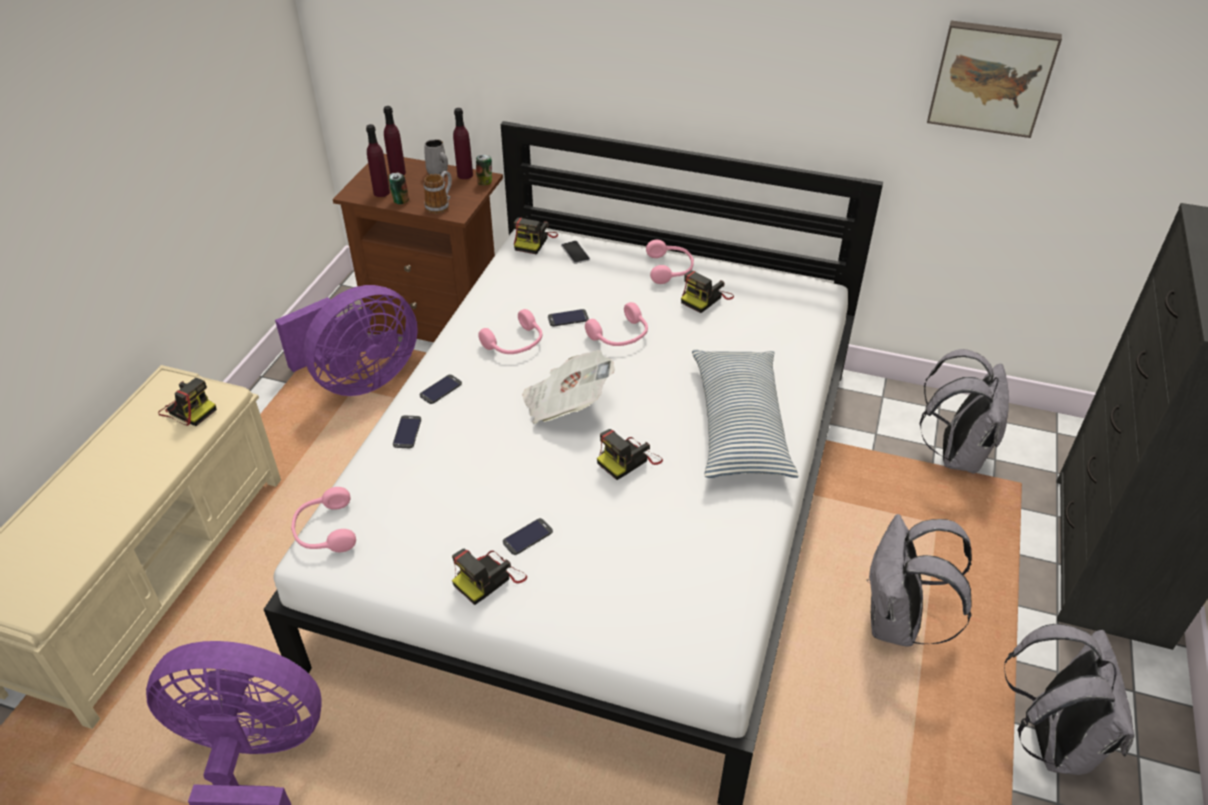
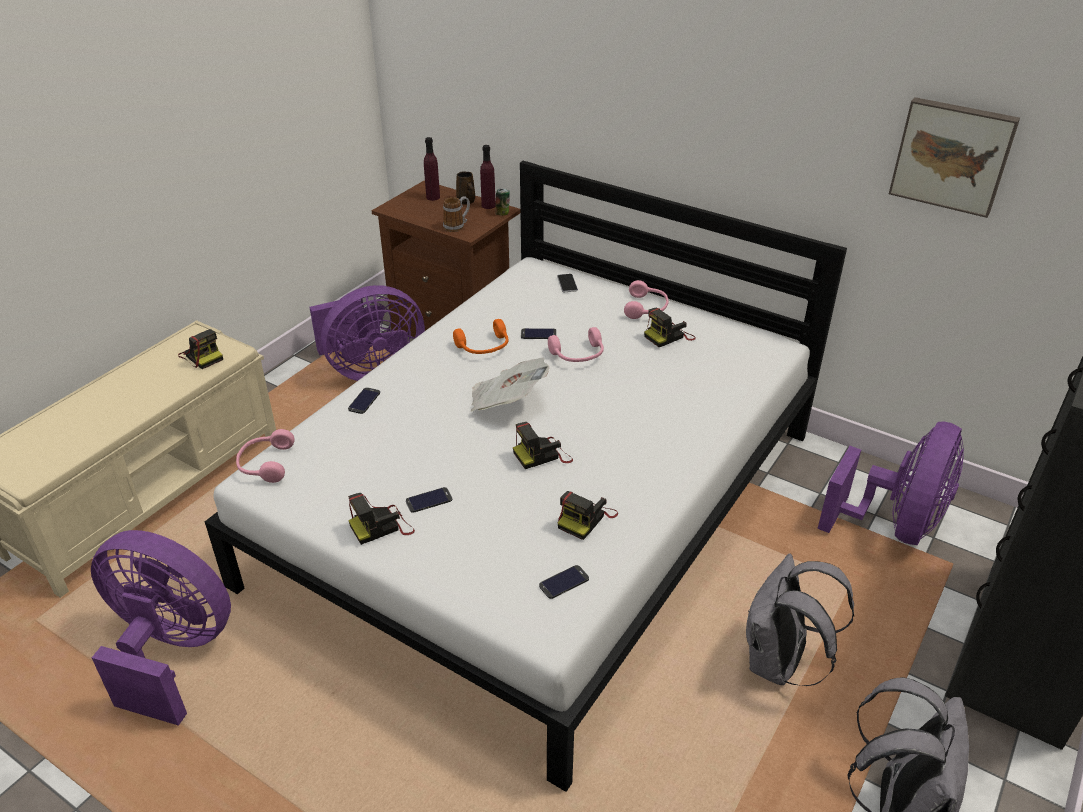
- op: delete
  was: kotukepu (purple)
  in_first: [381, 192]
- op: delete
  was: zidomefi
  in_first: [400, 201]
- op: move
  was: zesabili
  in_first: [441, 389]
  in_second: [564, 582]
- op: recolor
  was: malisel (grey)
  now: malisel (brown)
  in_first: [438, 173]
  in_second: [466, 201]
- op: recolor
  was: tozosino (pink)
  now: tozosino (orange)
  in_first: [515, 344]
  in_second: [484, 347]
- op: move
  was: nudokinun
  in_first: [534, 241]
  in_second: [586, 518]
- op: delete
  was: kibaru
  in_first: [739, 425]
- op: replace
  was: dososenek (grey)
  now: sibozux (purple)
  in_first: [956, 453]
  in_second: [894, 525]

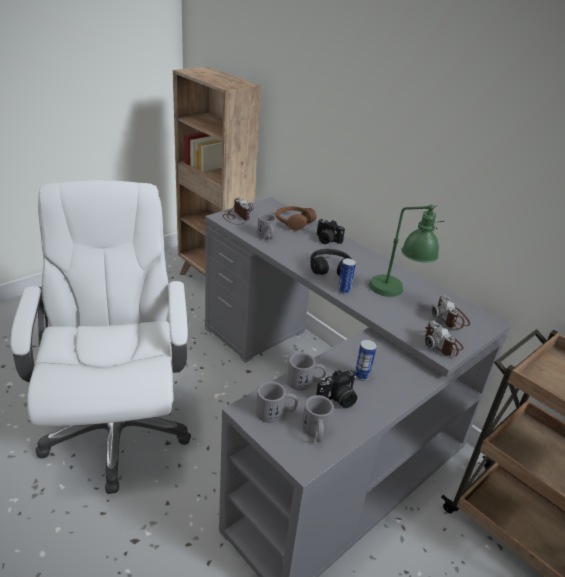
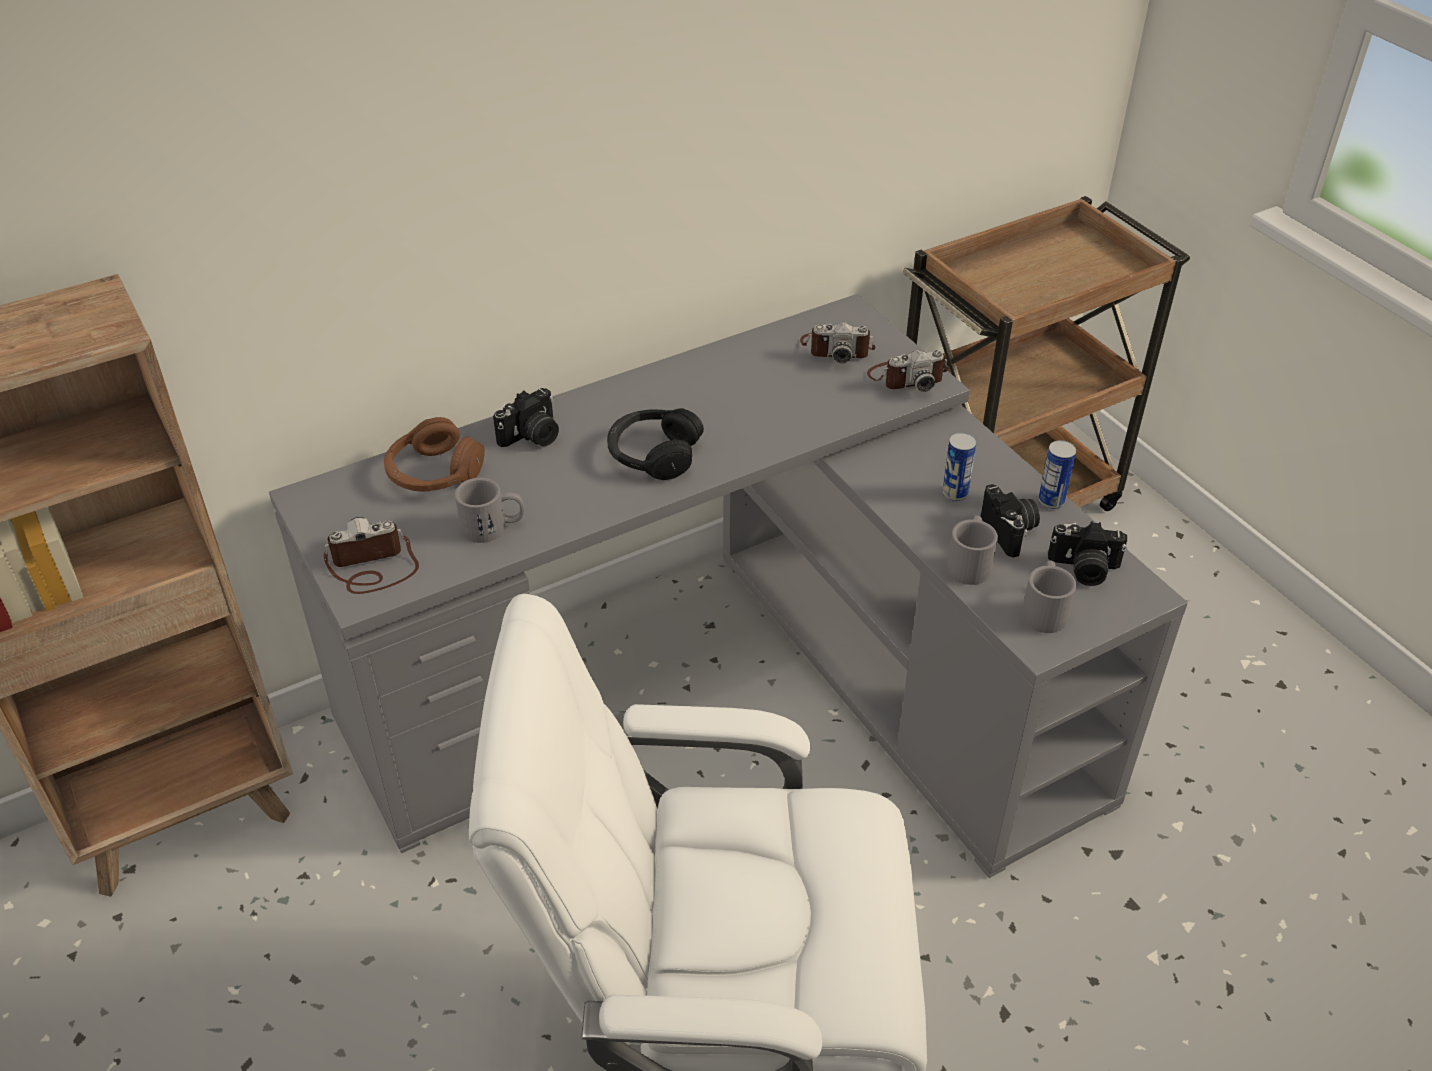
- op: replace
  was: malisel (grey)
  now: nudokinun
  in_first: [316, 432]
  in_second: [1083, 569]
- op: move
  was: zidomefi
  in_first: [344, 291]
  in_second: [1051, 501]
- op: delete
  was: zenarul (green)
  in_first: [397, 294]

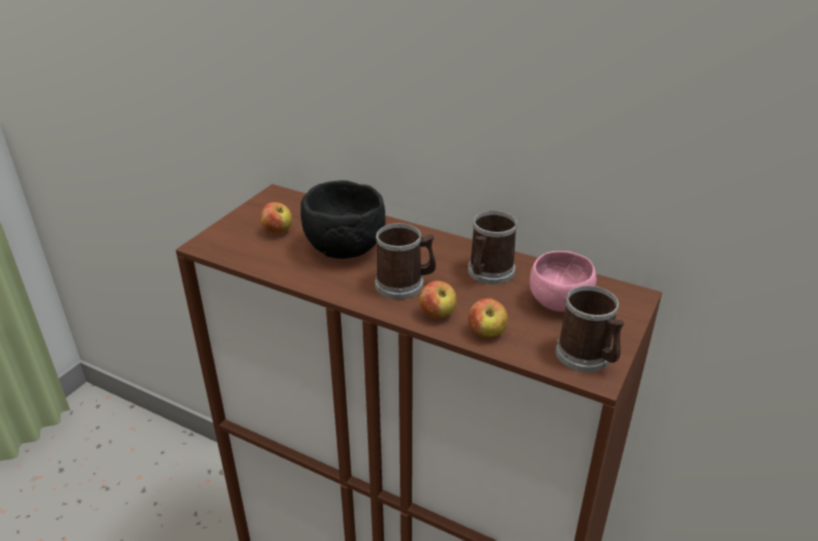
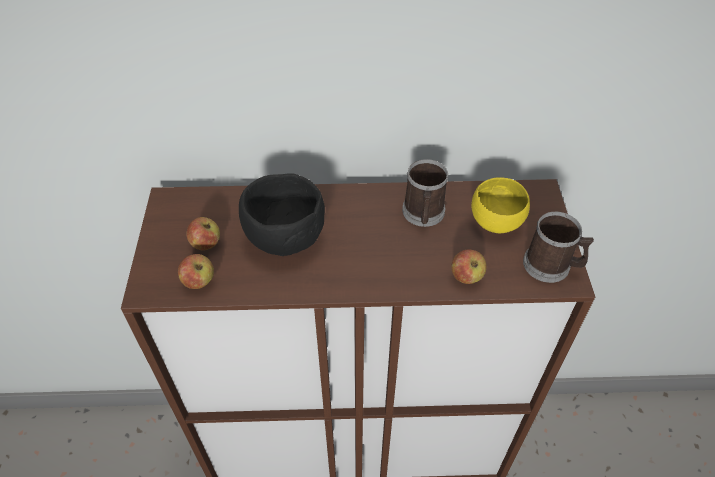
- op: delete
  was: malisel
  in_first: [405, 284]
- op: move
  was: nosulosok
  in_first: [437, 314]
  in_second: [199, 281]
- op: recolor
  was: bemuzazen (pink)
  now: bemuzazen (yellow)
  in_first: [558, 304]
  in_second: [496, 223]

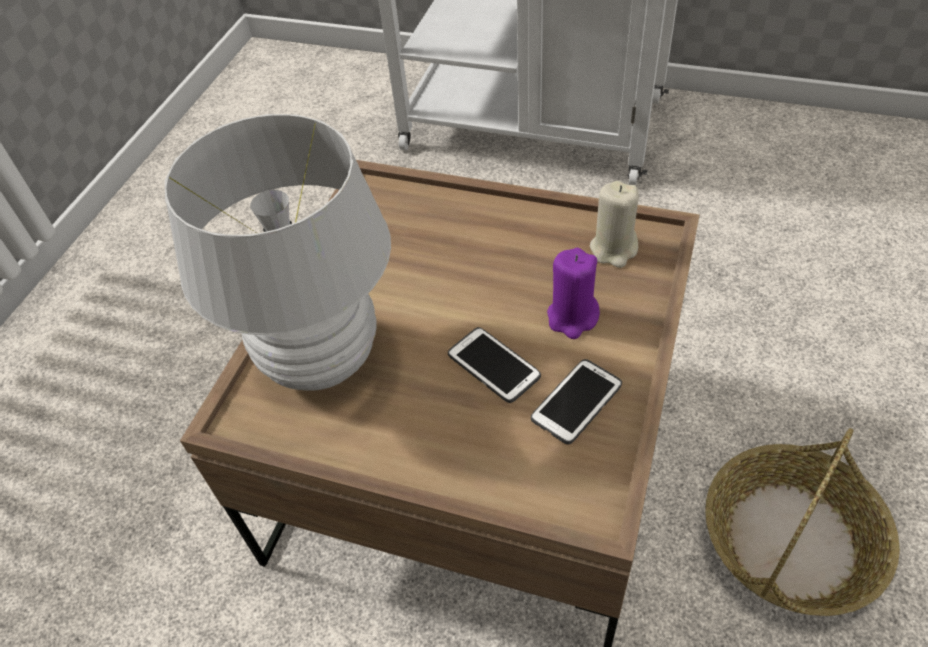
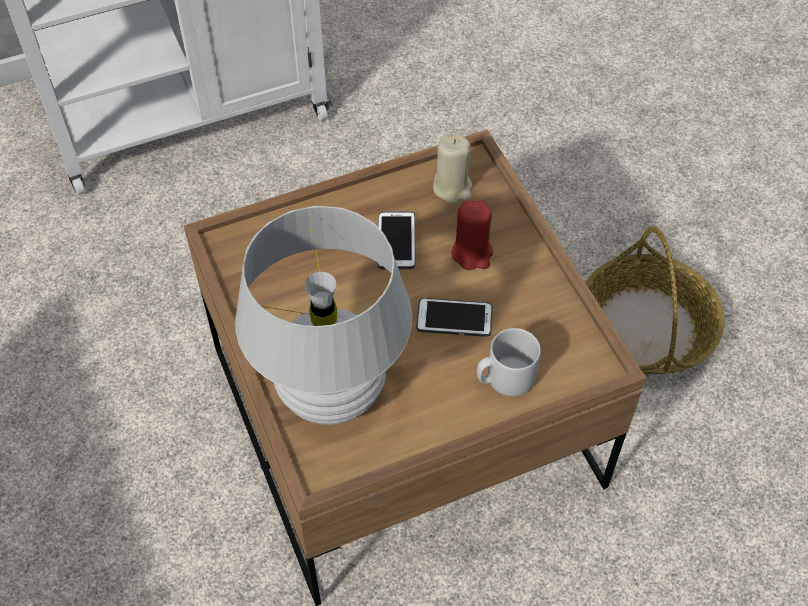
- op: move
  was: zesabili
  in_first: [576, 402]
  in_second: [396, 241]
- op: recolor
  was: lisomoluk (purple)
  now: lisomoluk (red)
  in_first: [572, 317]
  in_second: [472, 253]
- op: insert
  now: malisel (grey)
  in_second: [505, 378]

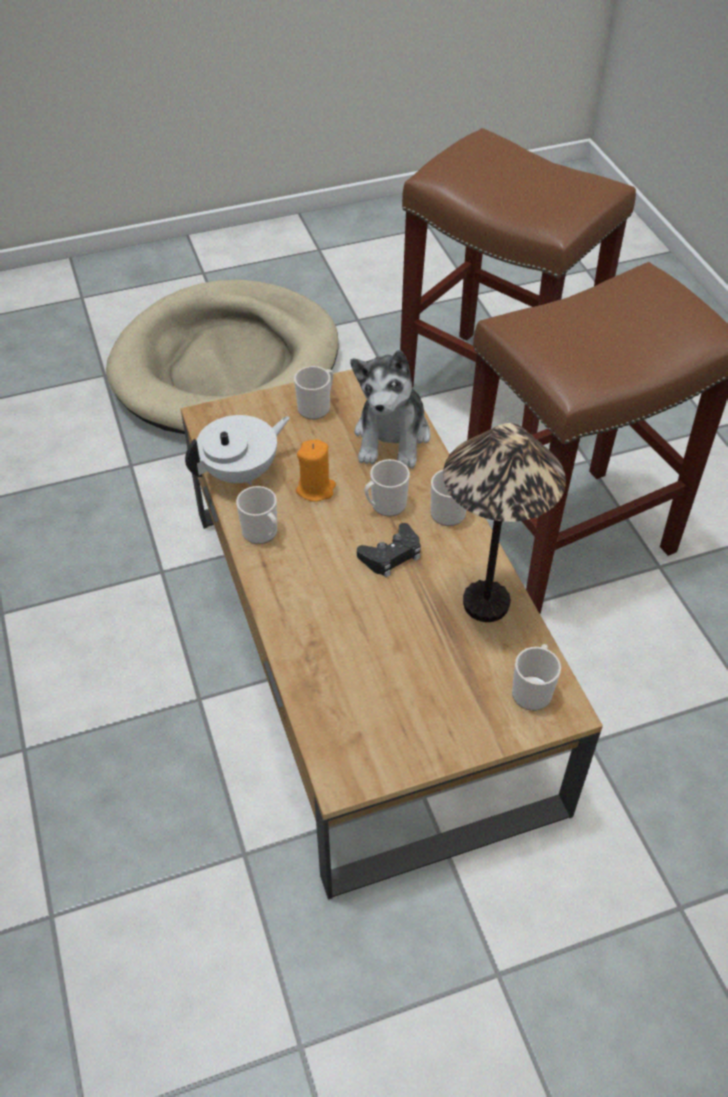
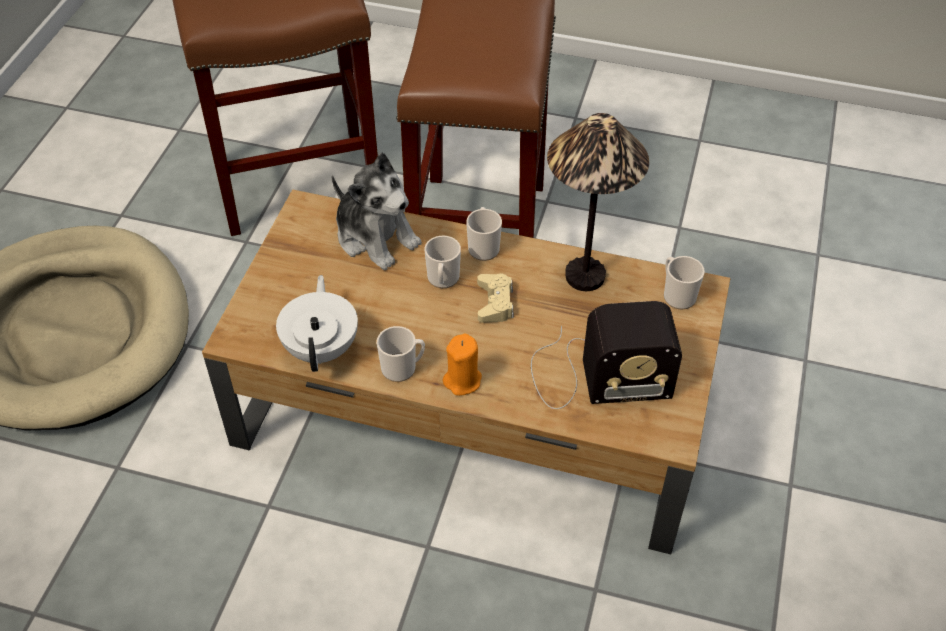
- op: delete
  was: malisel
  in_first: [316, 407]
- op: move
  was: lisomoluk (orange)
  in_first: [316, 489]
  in_second: [463, 380]
- op: recolor
  was: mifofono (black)
  now: mifofono (beige)
  in_first: [391, 555]
  in_second: [495, 303]
- op: insert
  now: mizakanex
  in_second: [595, 375]

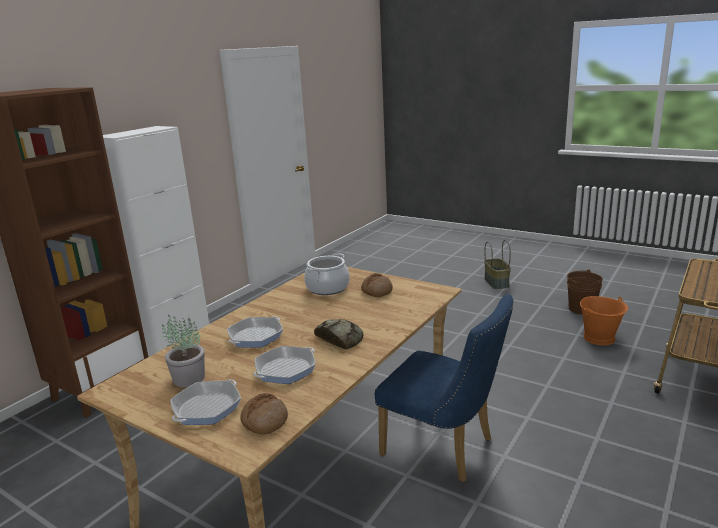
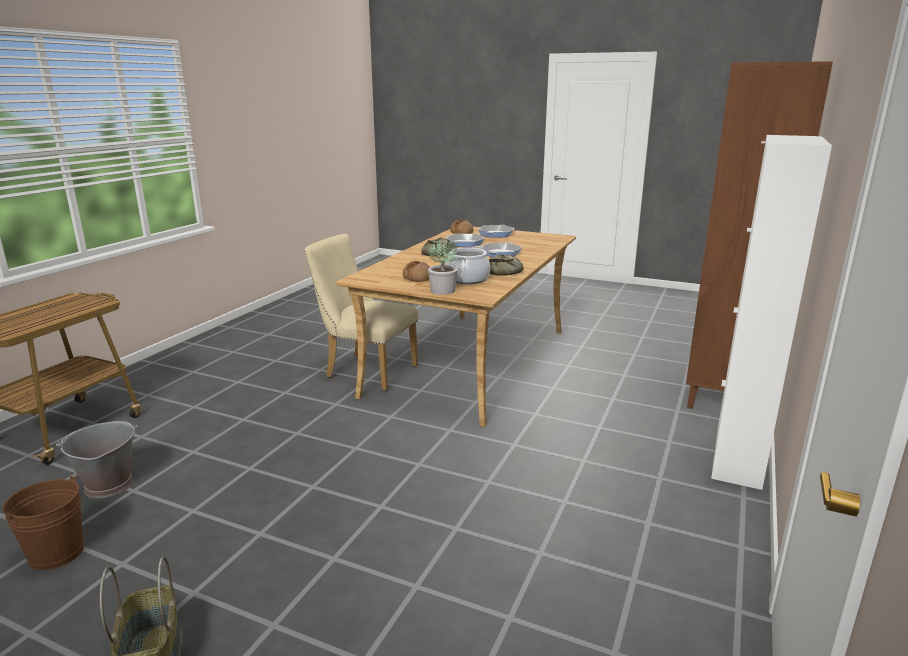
- op: move
  was: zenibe
  in_first: [188, 378]
  in_second: [443, 290]
- op: recolor
  was: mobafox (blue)
  now: mobafox (beige)
  in_first: [445, 449]
  in_second: [365, 371]
- op: recolor
  was: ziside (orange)
  now: ziside (grey)
  in_first: [599, 338]
  in_second: [108, 485]
- op: insert
  now: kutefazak
  in_second: [504, 271]

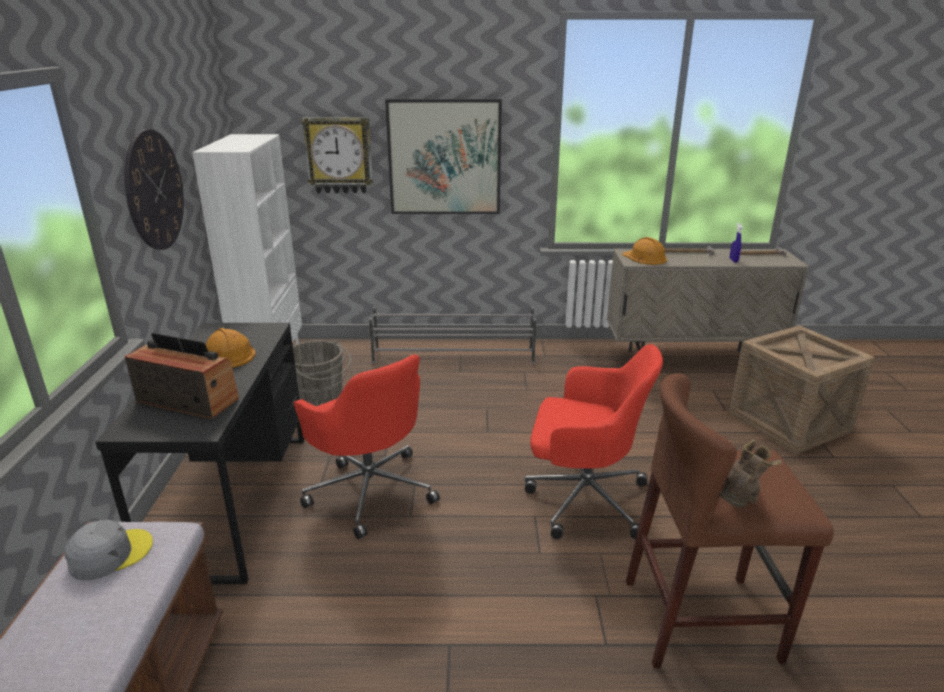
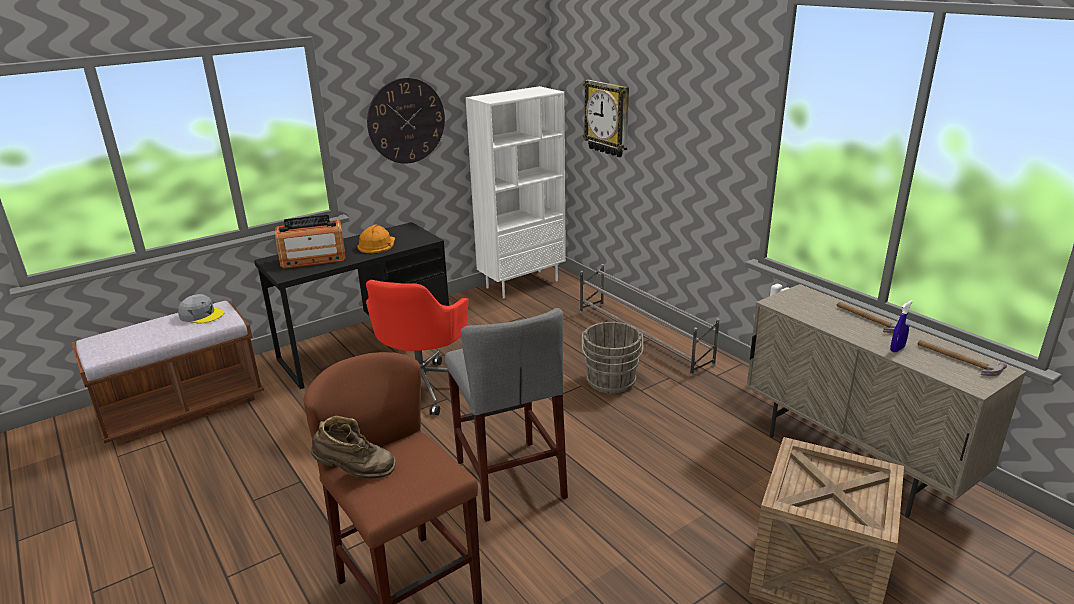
- op: rotate
  was: mizakanex
  in_first: [188, 400]
  in_second: [313, 259]
  clockwise: 90
- op: move
  was: ziside (grey)
  in_first: [320, 399]
  in_second: [611, 382]
- op: delete
  was: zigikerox
  in_first: [444, 157]
- op: replace
  was: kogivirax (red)
  now: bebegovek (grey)
  in_first: [583, 498]
  in_second: [510, 478]
- op: delete
  was: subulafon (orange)
  in_first: [644, 257]

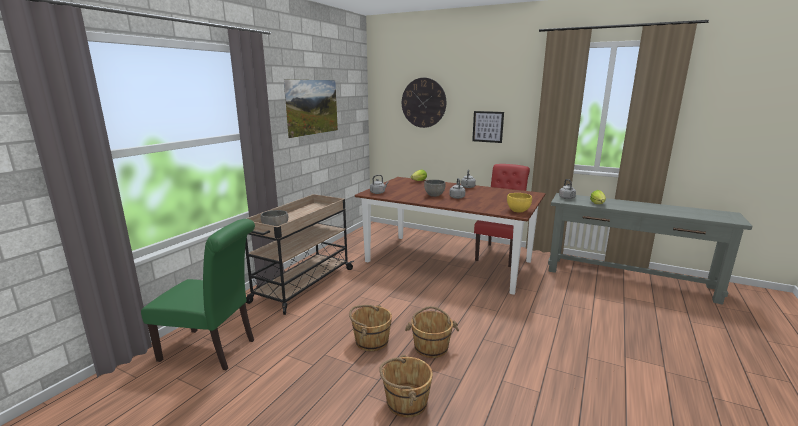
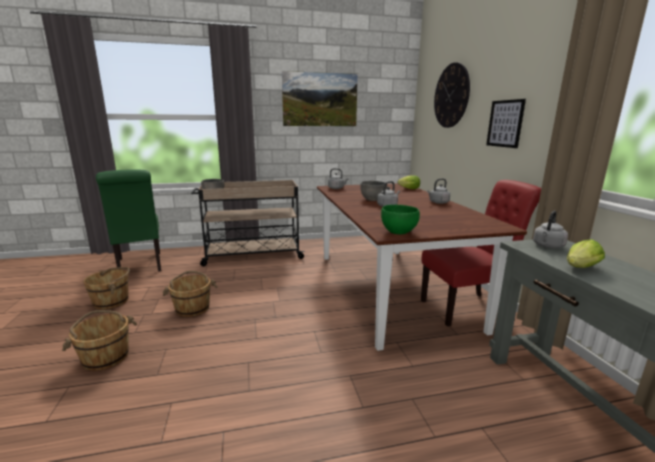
- op: move
  was: ziside (brown)
  in_first: [431, 347]
  in_second: [112, 301]
- op: recolor
  was: bemuzazen (yellow)
  now: bemuzazen (green)
  in_first: [518, 211]
  in_second: [398, 232]

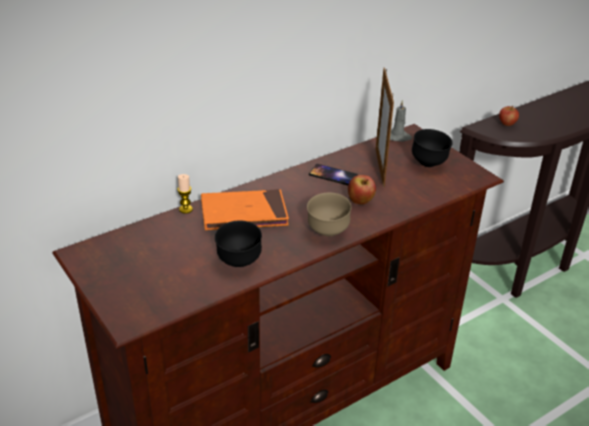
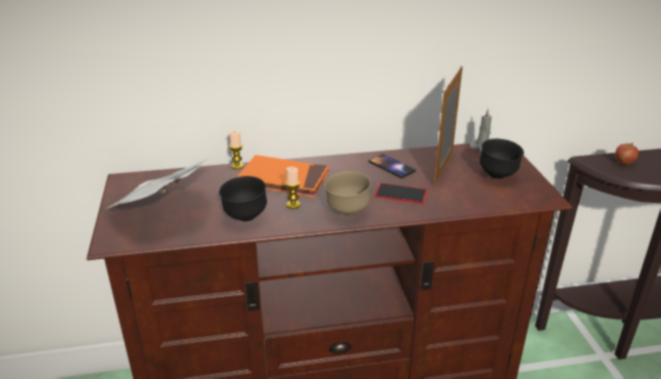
- op: replace
  was: nosulosok
  now: zesabili
  in_first: [360, 201]
  in_second: [401, 193]
- op: insert
  now: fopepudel
  in_second: [162, 208]
- op: insert
  now: lisomoluk
  in_second: [293, 205]

